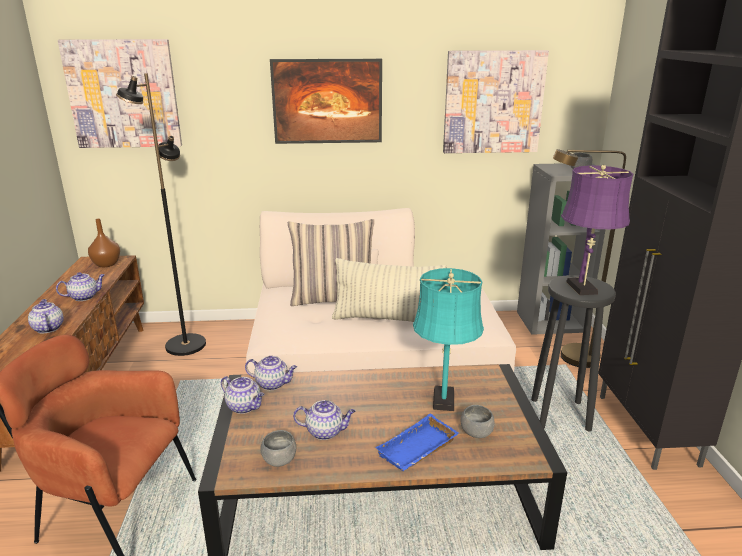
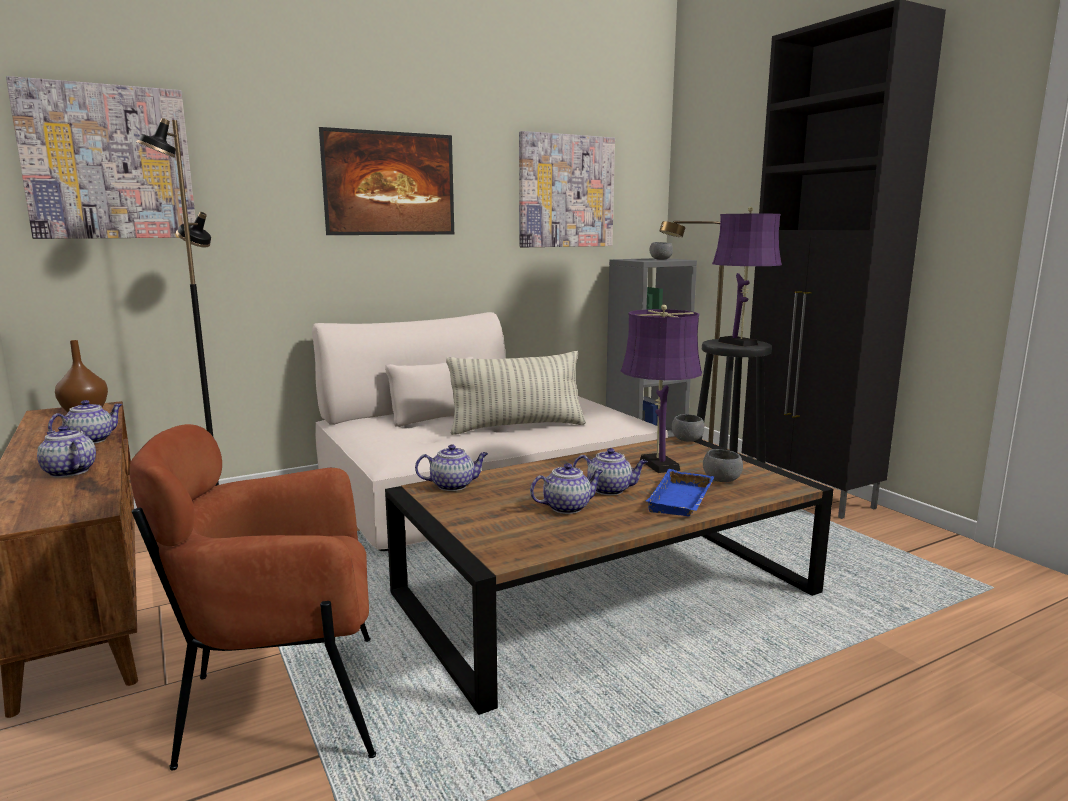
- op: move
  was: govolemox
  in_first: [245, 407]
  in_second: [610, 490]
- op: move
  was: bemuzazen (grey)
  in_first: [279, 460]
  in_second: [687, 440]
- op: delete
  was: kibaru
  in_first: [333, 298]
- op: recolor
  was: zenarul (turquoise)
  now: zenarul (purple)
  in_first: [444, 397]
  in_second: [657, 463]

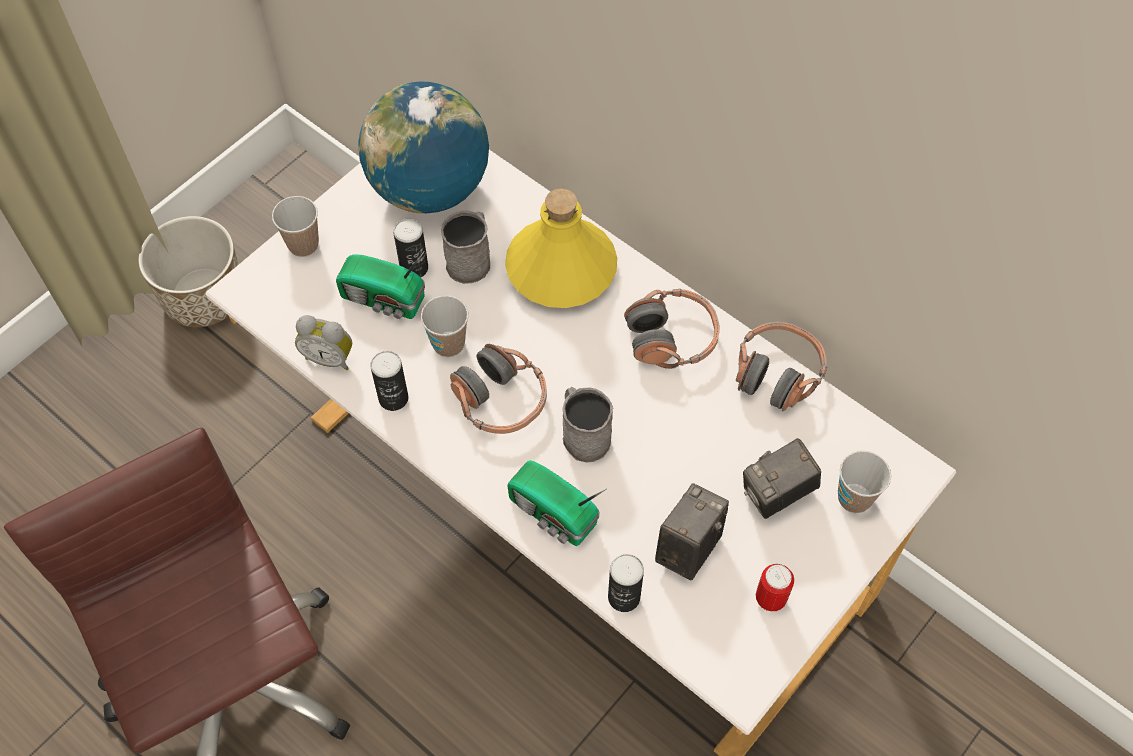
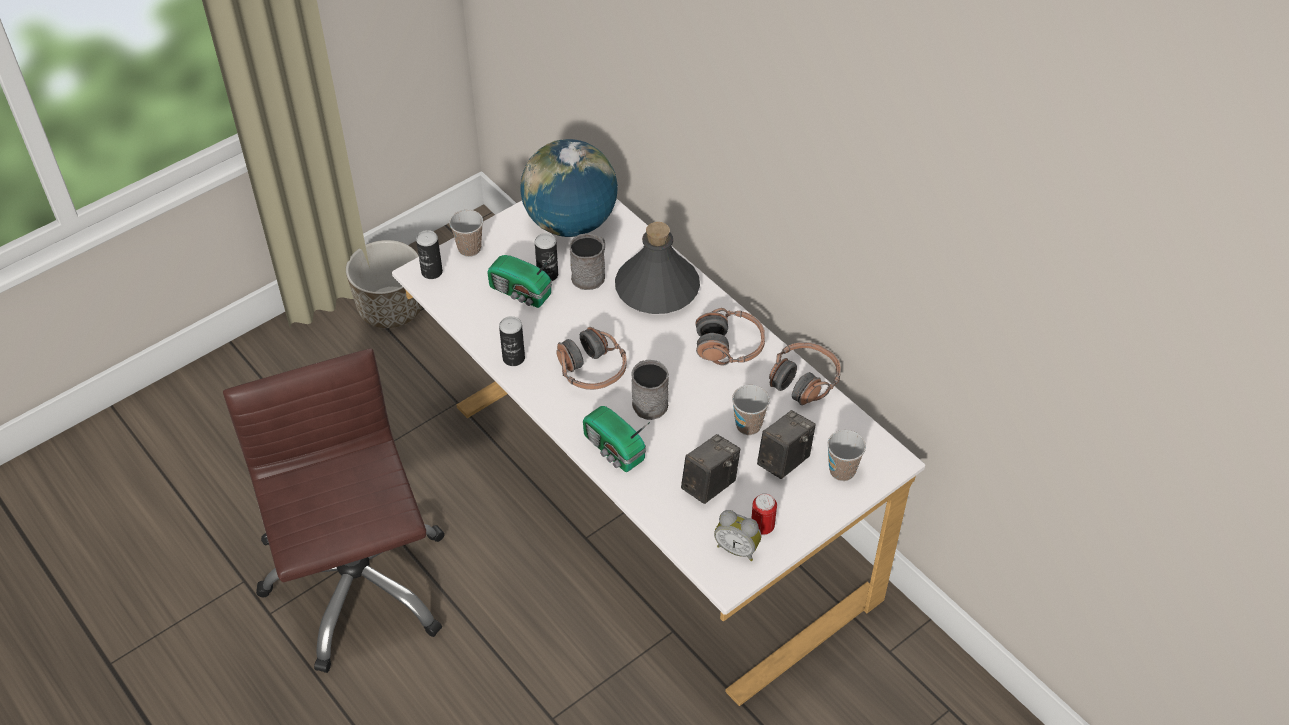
- op: move
  was: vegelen
  in_first: [330, 357]
  in_second: [737, 548]
- op: move
  was: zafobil
  in_first: [448, 344]
  in_second: [748, 425]
- op: recolor
  was: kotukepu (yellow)
  now: kotukepu (grey)
  in_first: [561, 267]
  in_second: [657, 288]
- op: move
  was: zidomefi
  in_first: [624, 597]
  in_second: [432, 272]
- op: rotate
  was: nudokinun
  in_first: [777, 494]
  in_second: [784, 460]
  clockwise: 150

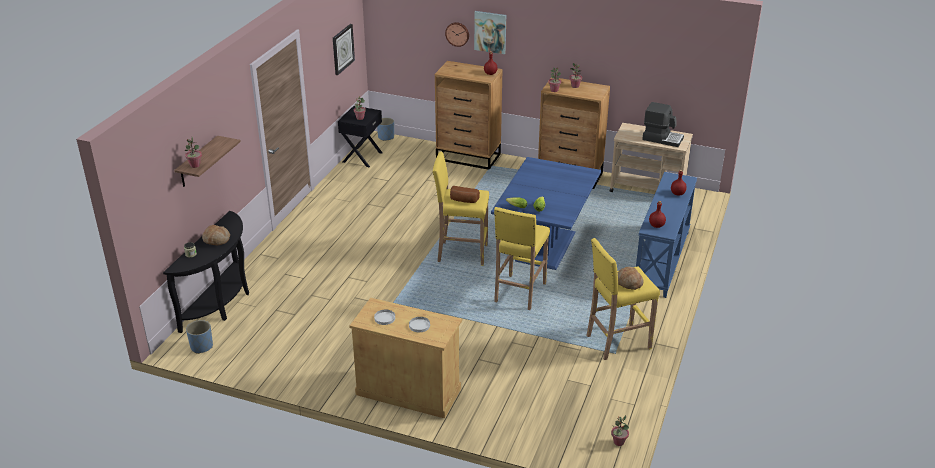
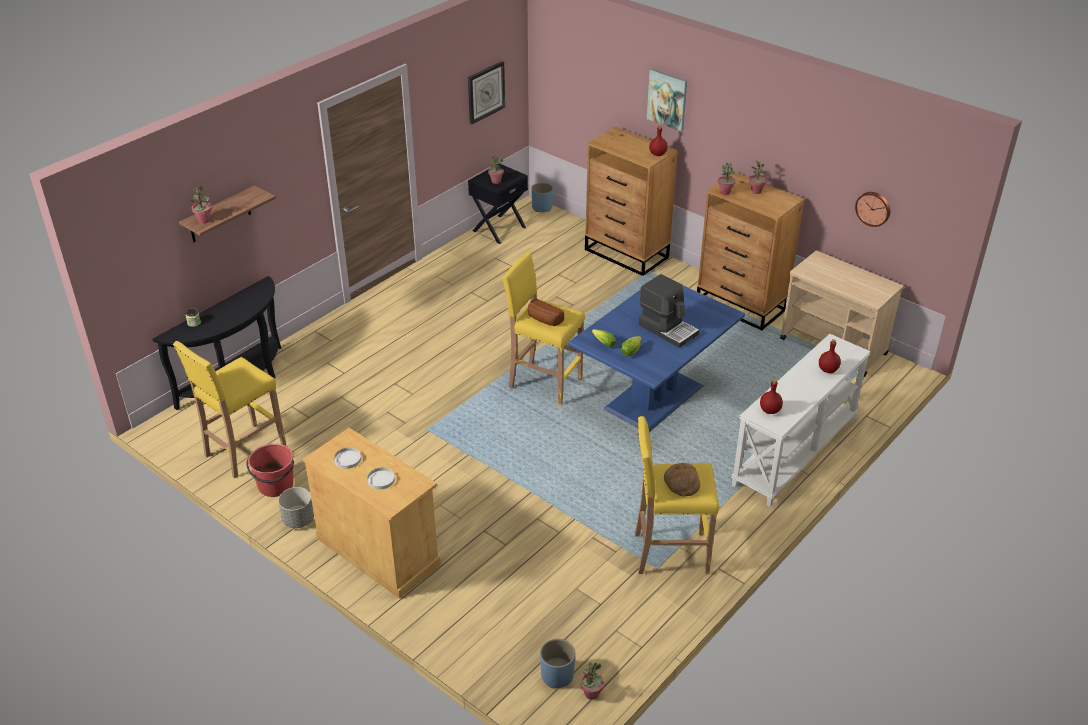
- op: move
  was: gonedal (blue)
  in_first: [201, 346]
  in_second: [557, 675]
- op: delete
  was: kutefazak
  in_first: [216, 239]
- op: move
  was: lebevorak
  in_first: [457, 34]
  in_second: [873, 208]
- op: move
  was: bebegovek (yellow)
  in_first: [519, 293]
  in_second: [243, 452]
- op: recolor
  was: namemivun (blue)
  now: namemivun (white)
  in_first: [662, 261]
  in_second: [795, 453]
- op: move
  was: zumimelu
  in_first: [662, 138]
  in_second: [668, 329]
- op: insert
  now: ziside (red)
  in_second: [275, 485]
- op: insert
  now: gonedal (grey)
  in_second: [298, 520]

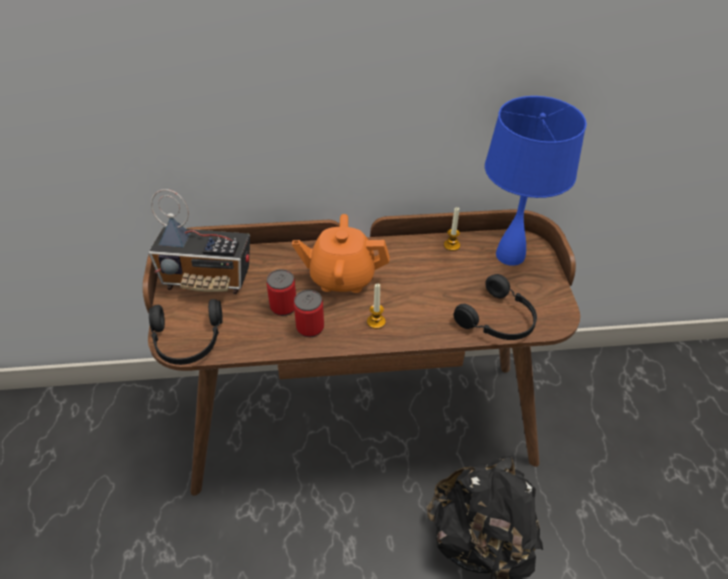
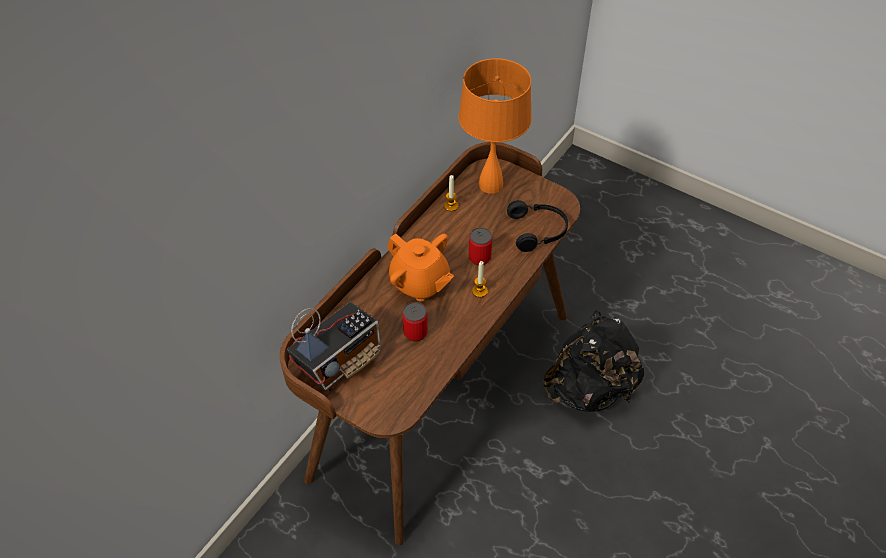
- op: delete
  was: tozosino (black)
  in_first: [188, 341]
- op: rotate
  was: govolemox (orange)
  in_first: [342, 277]
  in_second: [420, 283]
  clockwise: -90
- op: move
  was: zidomefi
  in_first: [310, 328]
  in_second: [479, 257]
- op: recolor
  was: zenarul (blue)
  now: zenarul (orange)
  in_first: [510, 256]
  in_second: [491, 185]

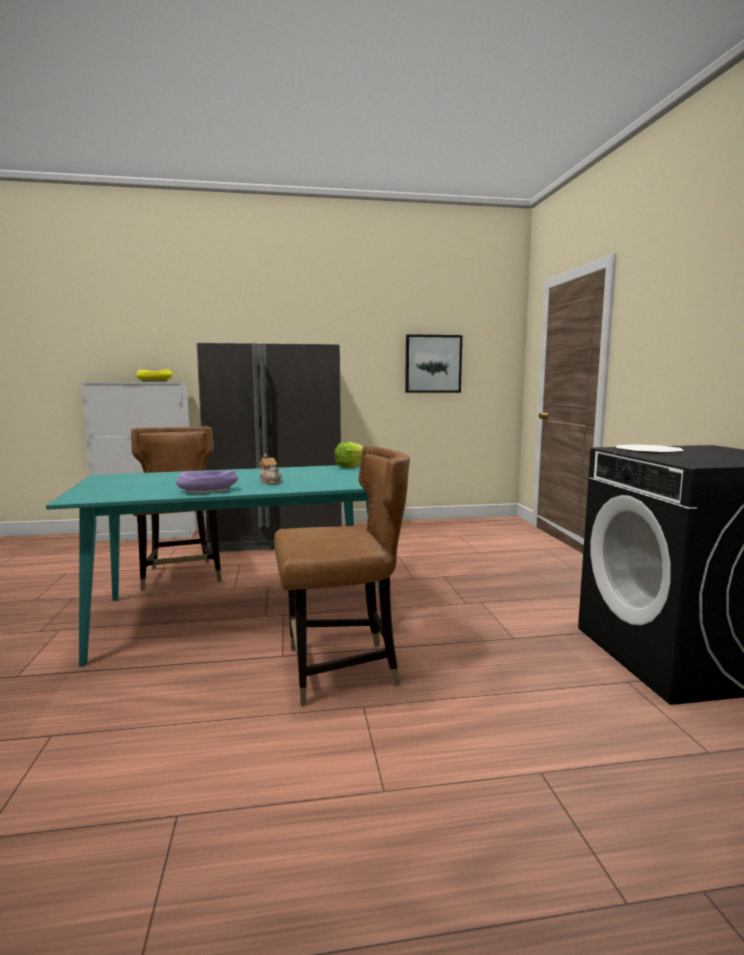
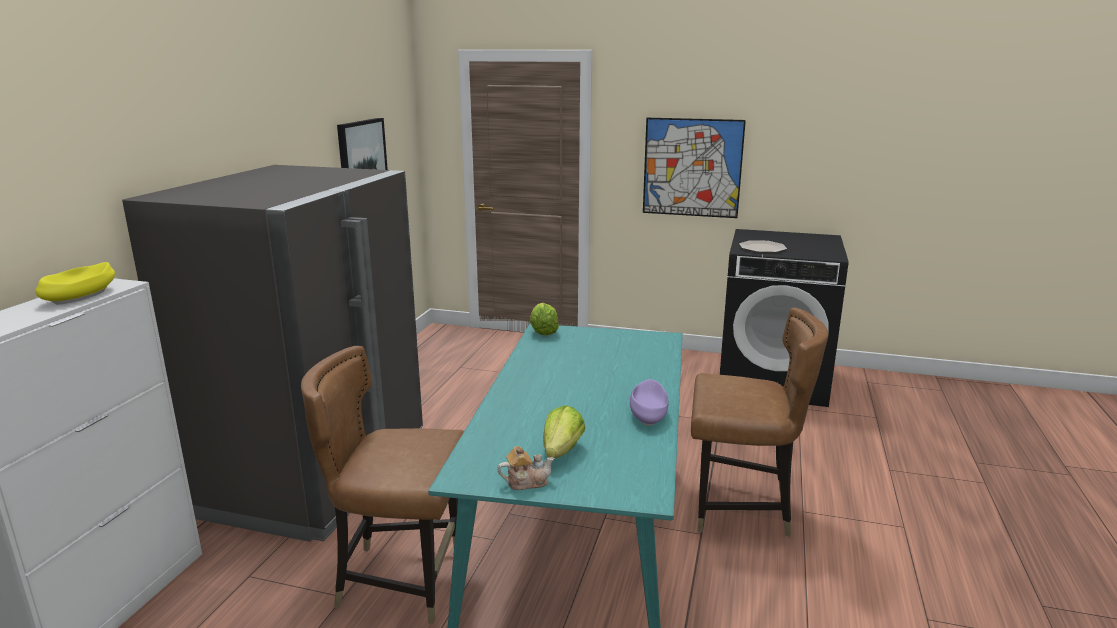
- op: move
  was: govolemox
  in_first: [271, 482]
  in_second: [526, 482]
- op: rotate
  was: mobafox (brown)
  in_first: [341, 669]
  in_second: [741, 508]
  clockwise: 90
- op: insert
  now: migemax
  in_second: [561, 451]
- op: insert
  now: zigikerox
  in_second: [692, 167]

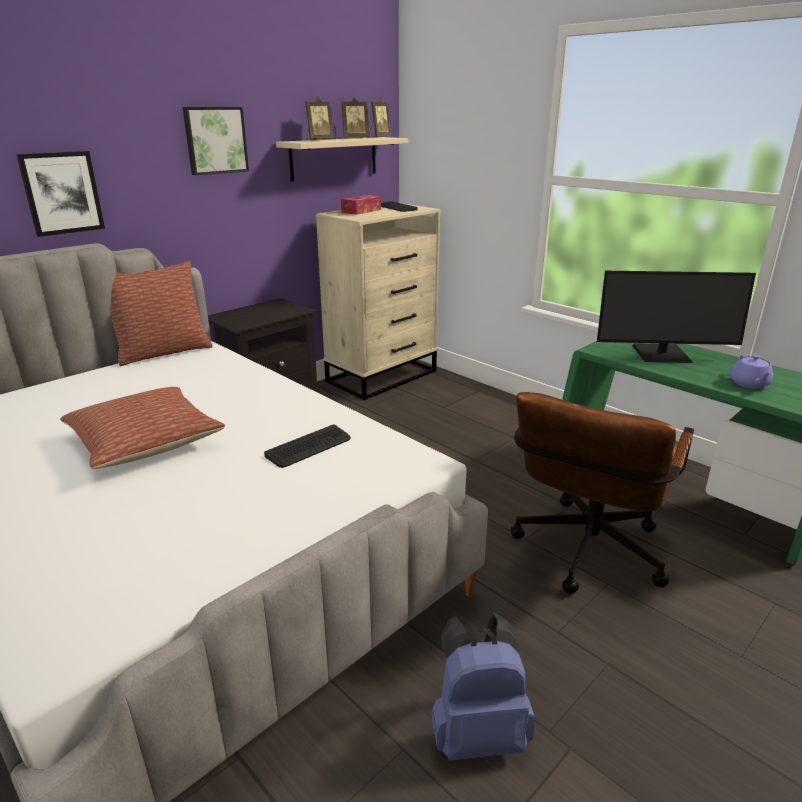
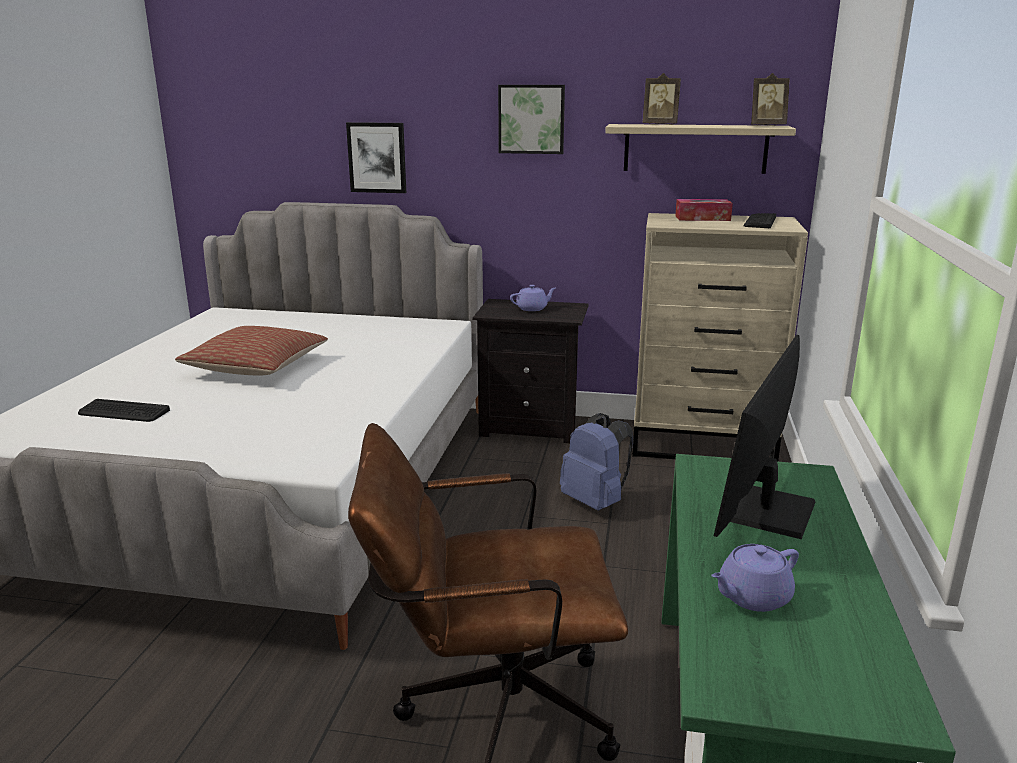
- op: delete
  was: kibaru
  in_first: [163, 352]
- op: move
  was: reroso
  in_first: [309, 447]
  in_second: [123, 412]
- op: delete
  was: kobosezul
  in_first: [355, 138]
- op: move
  was: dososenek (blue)
  in_first: [477, 733]
  in_second: [595, 502]
- op: rotate
  was: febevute
  in_first: [661, 354]
  in_second: [764, 509]
  clockwise: 60
- op: insert
  now: govolemox (purple)
  in_second: [532, 308]

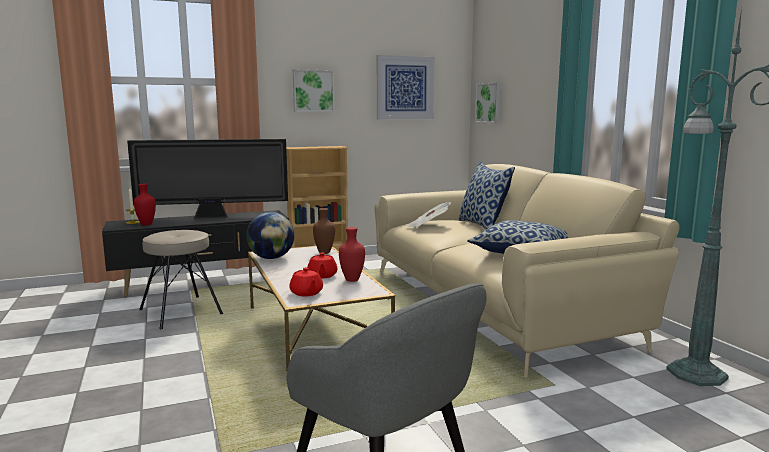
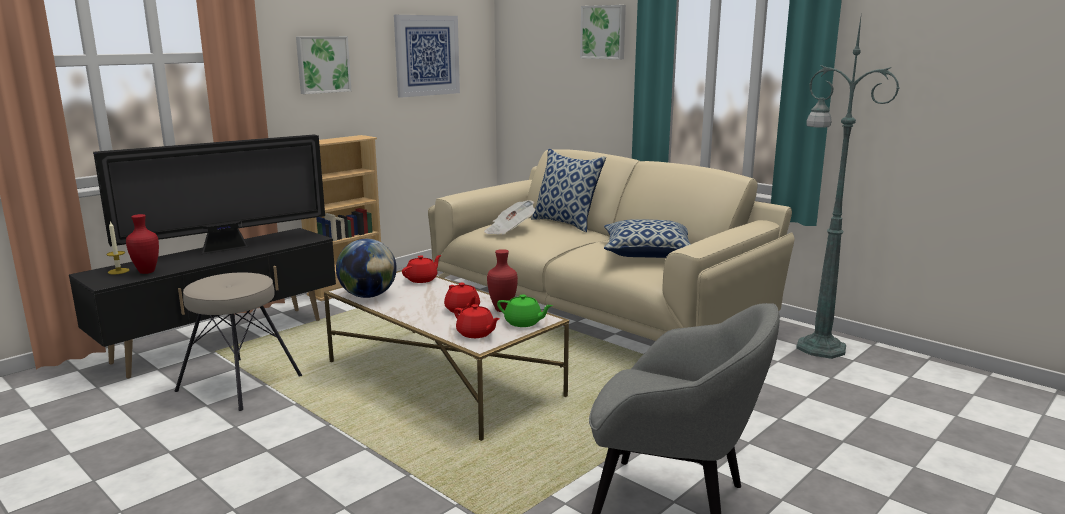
- op: replace
  was: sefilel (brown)
  now: govolemox (red)
  in_first: [324, 252]
  in_second: [422, 279]
- op: move
  was: zigikerox
  in_first: [489, 103]
  in_second: [604, 32]
- op: insert
  now: govolemox (green)
  in_second: [523, 323]

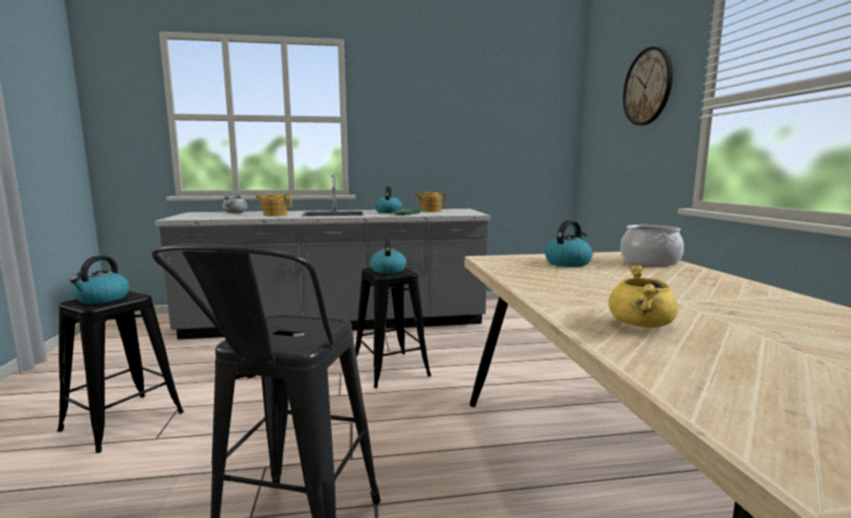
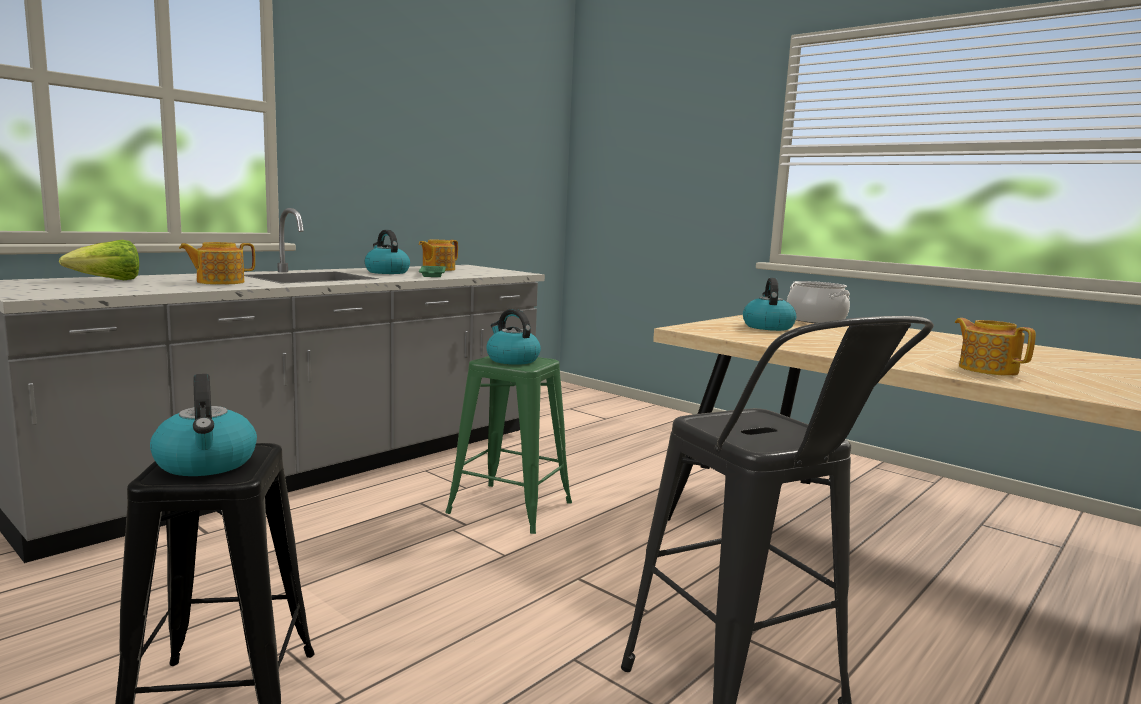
- op: replace
  was: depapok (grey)
  now: migemax
  in_first: [235, 213]
  in_second: [108, 280]
- op: recolor
  was: bebegovek (black)
  now: bebegovek (green)
  in_first: [390, 369]
  in_second: [510, 507]
- op: replace
  was: depapok (yellow)
  now: govolemox
  in_first: [641, 325]
  in_second: [987, 369]
- op: delete
  was: lebevorak
  in_first: [647, 87]

